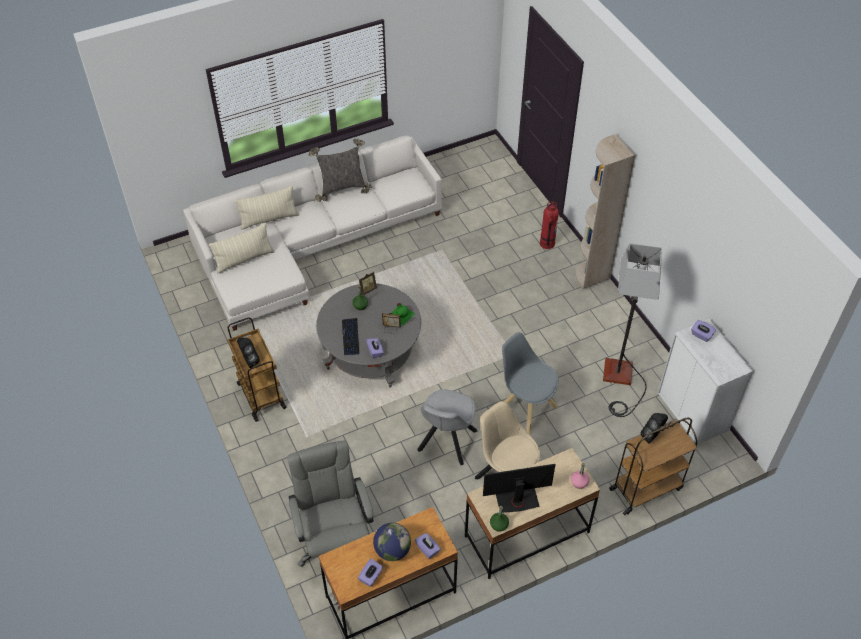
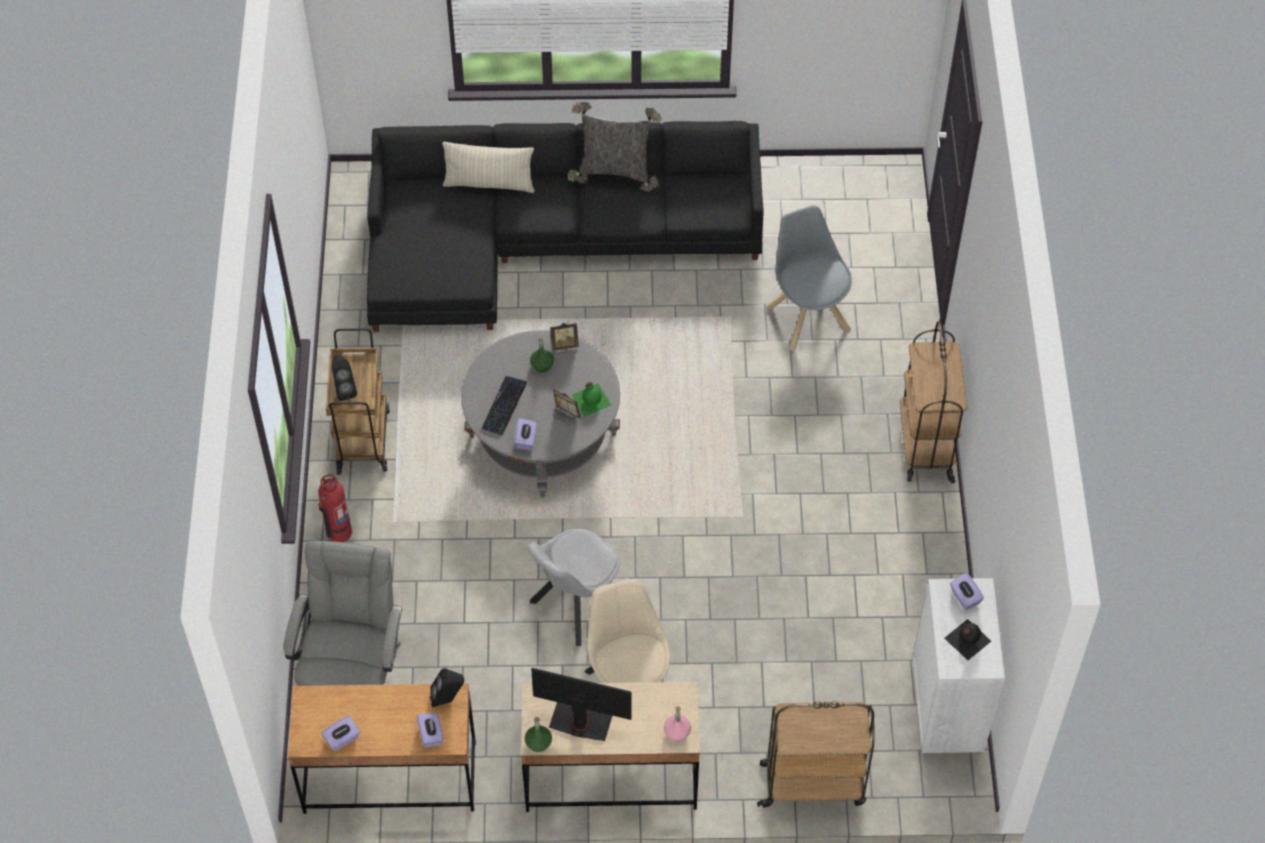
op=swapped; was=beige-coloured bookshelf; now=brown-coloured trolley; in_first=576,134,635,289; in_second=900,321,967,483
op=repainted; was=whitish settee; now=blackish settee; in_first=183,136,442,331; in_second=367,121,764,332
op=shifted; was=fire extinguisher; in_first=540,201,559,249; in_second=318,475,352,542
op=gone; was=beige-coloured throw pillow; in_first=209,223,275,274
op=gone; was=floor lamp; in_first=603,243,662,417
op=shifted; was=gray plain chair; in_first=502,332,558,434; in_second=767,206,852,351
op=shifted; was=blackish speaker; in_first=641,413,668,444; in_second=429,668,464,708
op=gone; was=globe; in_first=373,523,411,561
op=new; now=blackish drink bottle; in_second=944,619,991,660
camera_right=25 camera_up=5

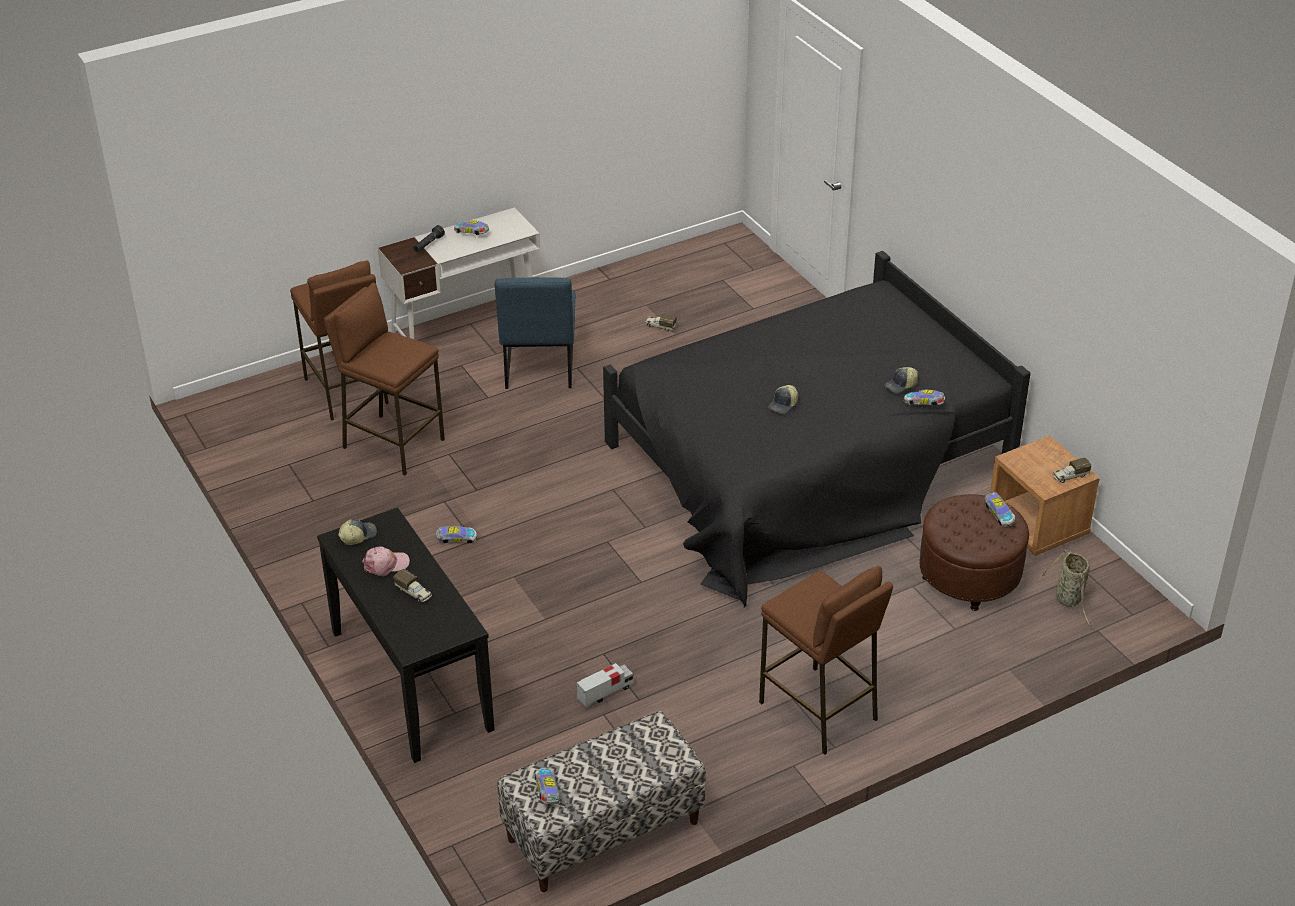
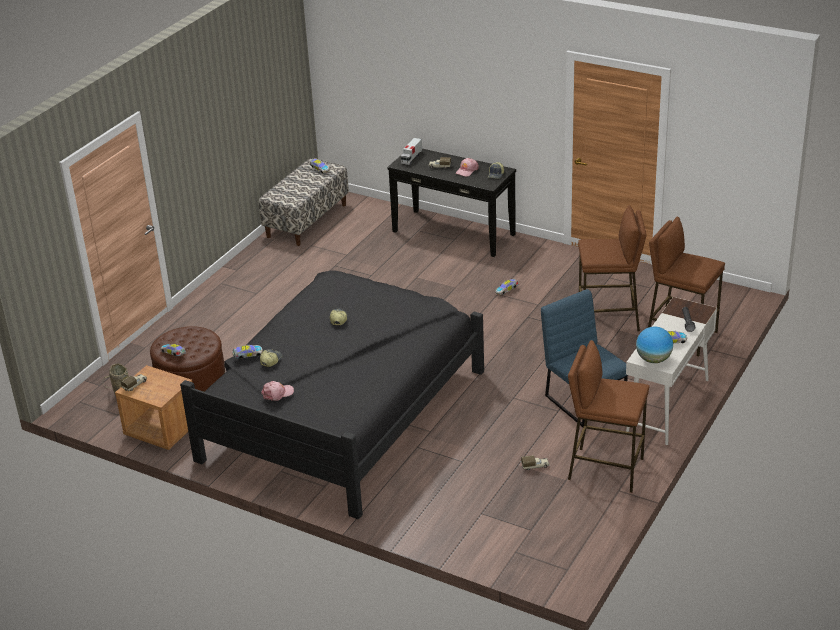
op=shifted; was=brown-coloured stool; in_first=759,566,893,755; in_second=568,340,649,493
op=shifted; was=toy lorry; in_first=577,663,633,708; in_second=401,138,422,165
op=new; now=globe; in_second=636,326,673,363
op=new; now=pinkish baseball cap; in_second=261,381,294,401
camera_right=150 camera_up=-5

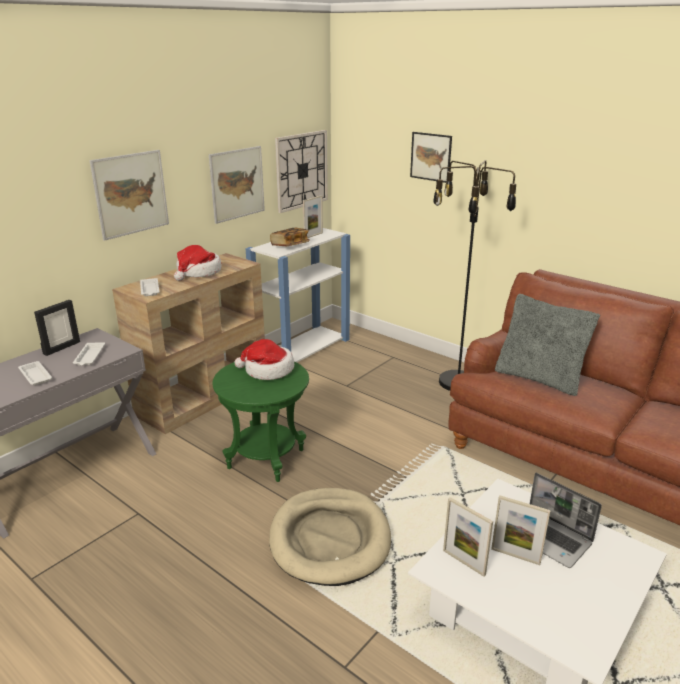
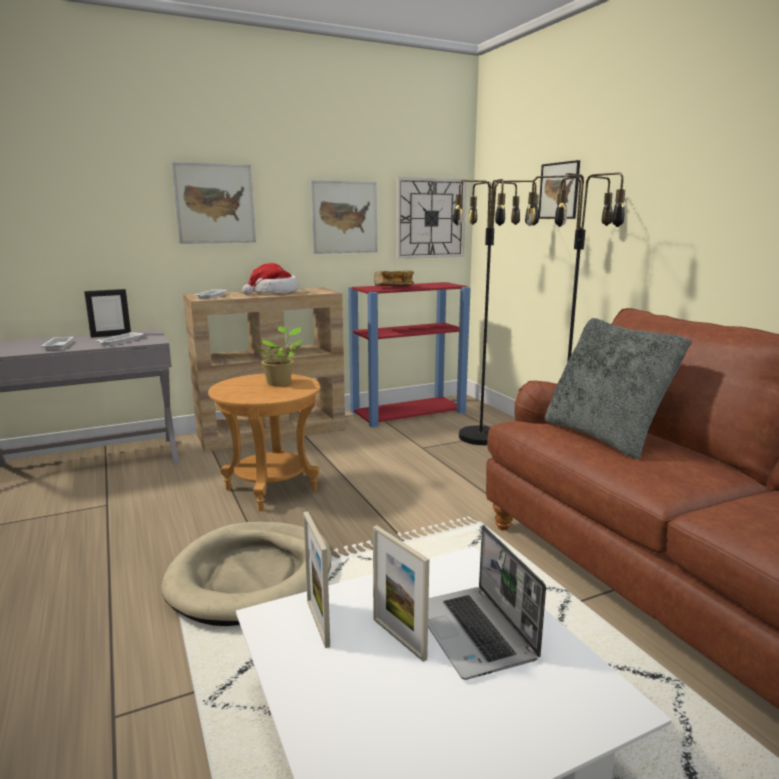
op=gone; was=photo frame; in_first=303,196,323,238
op=repainted; was=whitish bookshelf; now=red bookshelf; in_first=245,228,350,363; in_second=348,282,471,428
op=swapped; was=wearable hat; now=plant in a pot; in_first=234,339,294,380; in_second=257,326,303,386
op=repainted; was=green-coloured end table; now=brown-coloured end table; in_first=212,362,309,482; in_second=208,374,320,512
op=new; now=floor lamp; in_second=453,179,539,445
camera_right=25 camera_up=-10

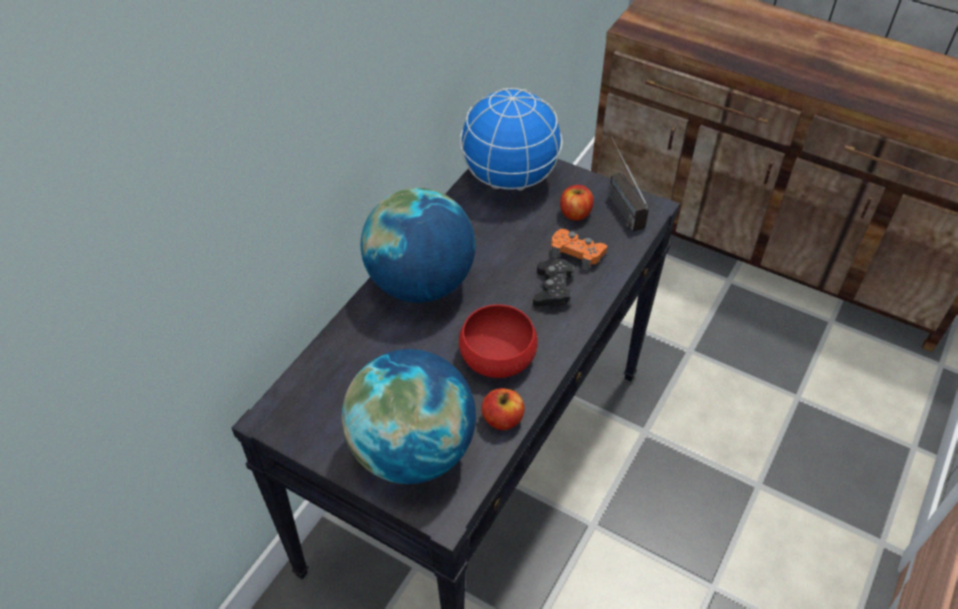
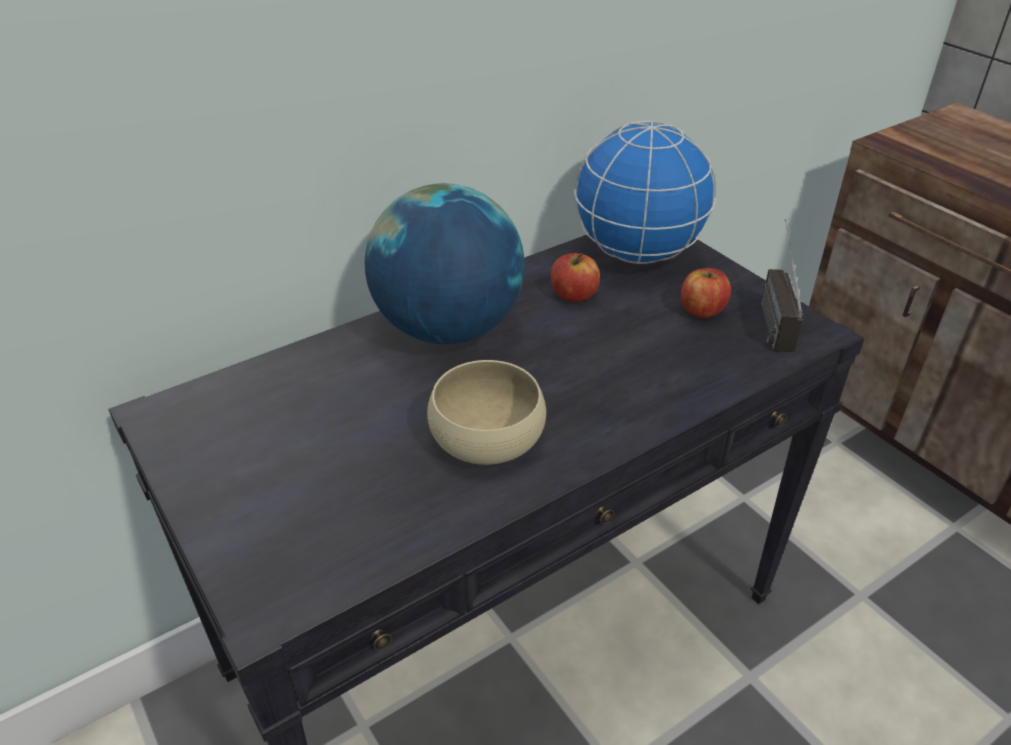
op=gone; was=orange game controller; in_first=551,229,607,271
op=gone; was=blackish game controller; in_first=533,259,574,307
op=repainted; was=red serving bowl; now=beige-coloured serving bowl; in_first=459,304,538,378; in_second=427,360,546,465
op=gone; was=globe; in_first=342,349,476,484
op=shifted; was=whole apple; in_first=482,388,525,430; in_second=551,253,600,302
camera_right=25 camera_up=-10

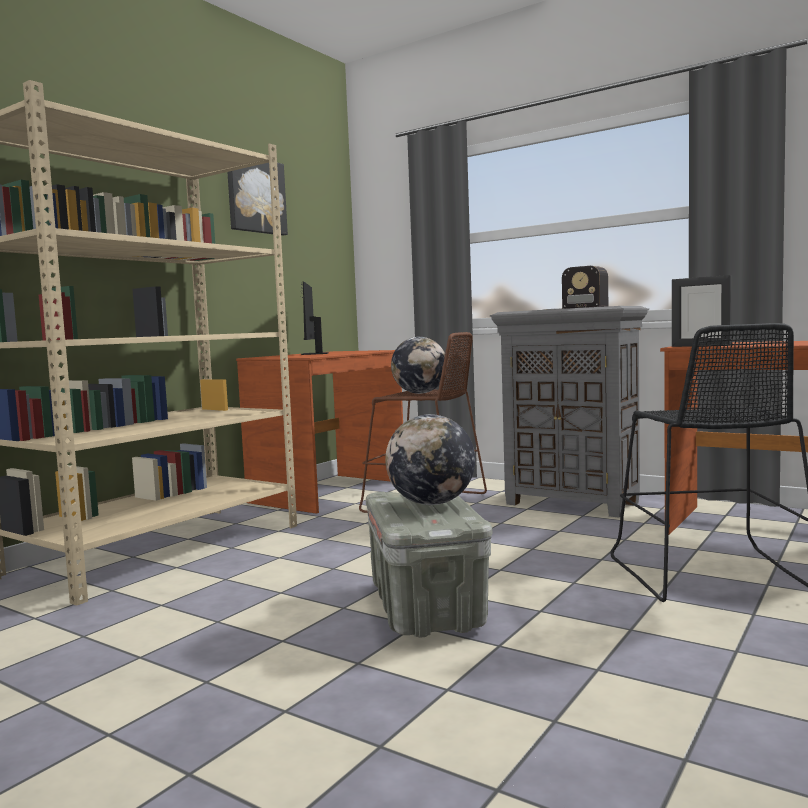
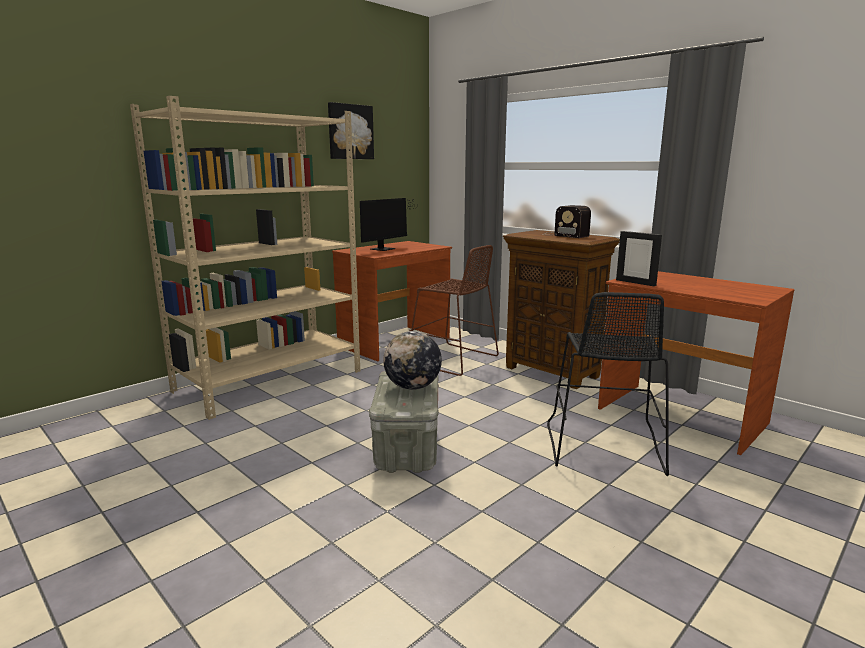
op=rotated; was=computer display; in_first=300,281,329,355; in_second=360,198,417,251; clockwise=-150
op=repainted; was=gray cupboard; now=brown-coloured cupboard; in_first=490,306,649,518; in_second=503,230,620,389
op=gone; was=globe; in_first=391,337,448,394
camera_right=10 camera_up=10

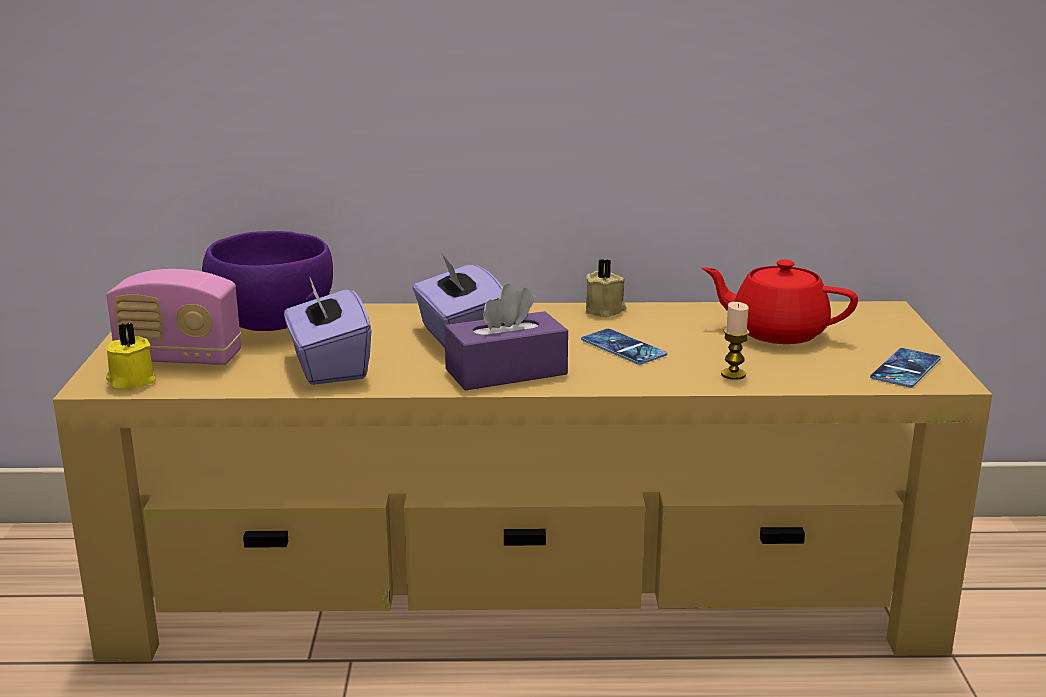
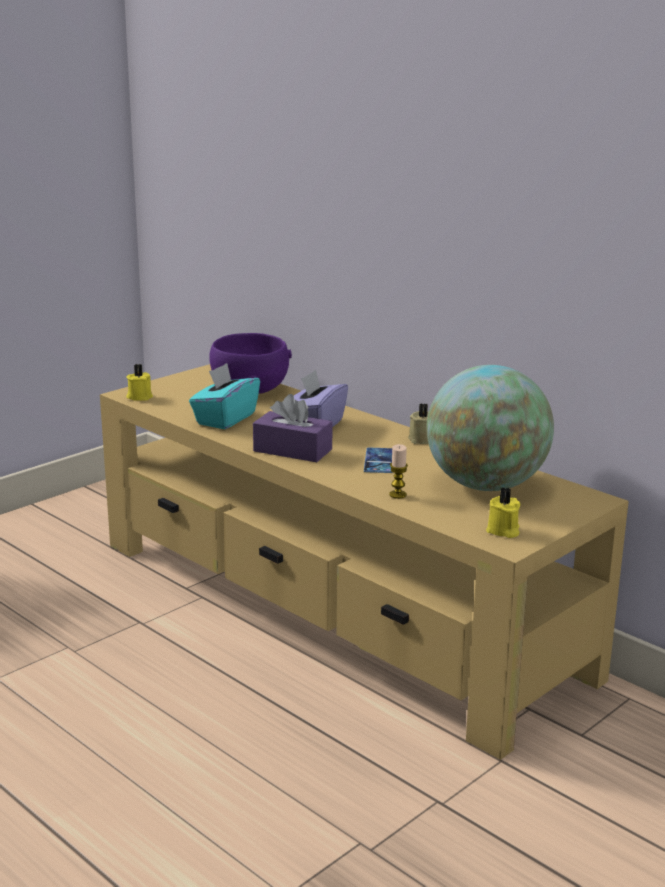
op=swapped; was=red teapot; now=globe; in_first=702,259,858,344; in_second=426,365,554,491
op=gone; was=radio set; in_first=107,269,241,365
op=repainted; was=purple-coloured tissue holder; now=turquoise tissue holder; in_first=284,278,372,385; in_second=189,363,260,429
op=swapped; was=telephone; now=yellowish wax light; in_first=870,348,941,387; in_second=486,487,520,538
camera_right=45 camera_up=0

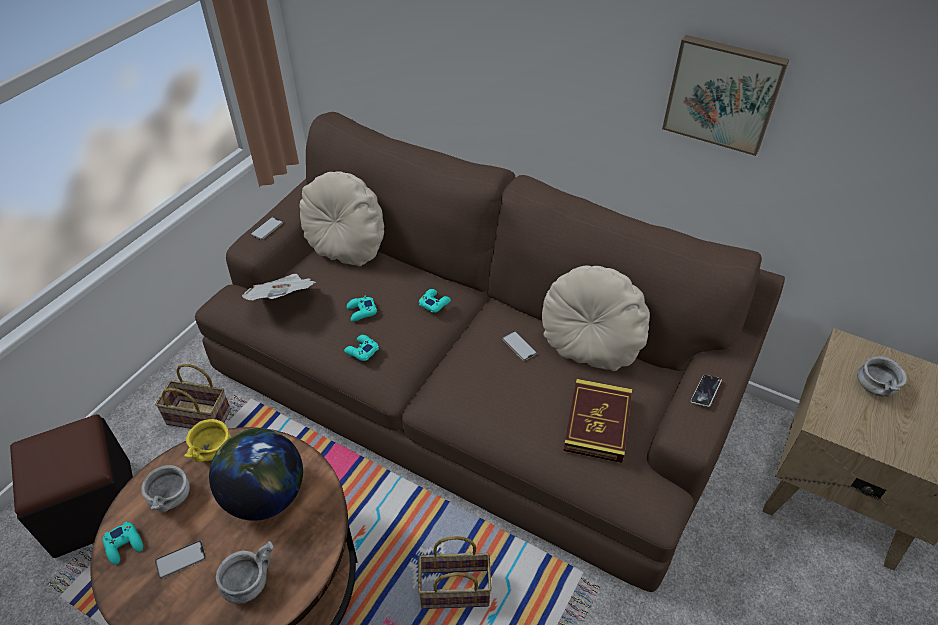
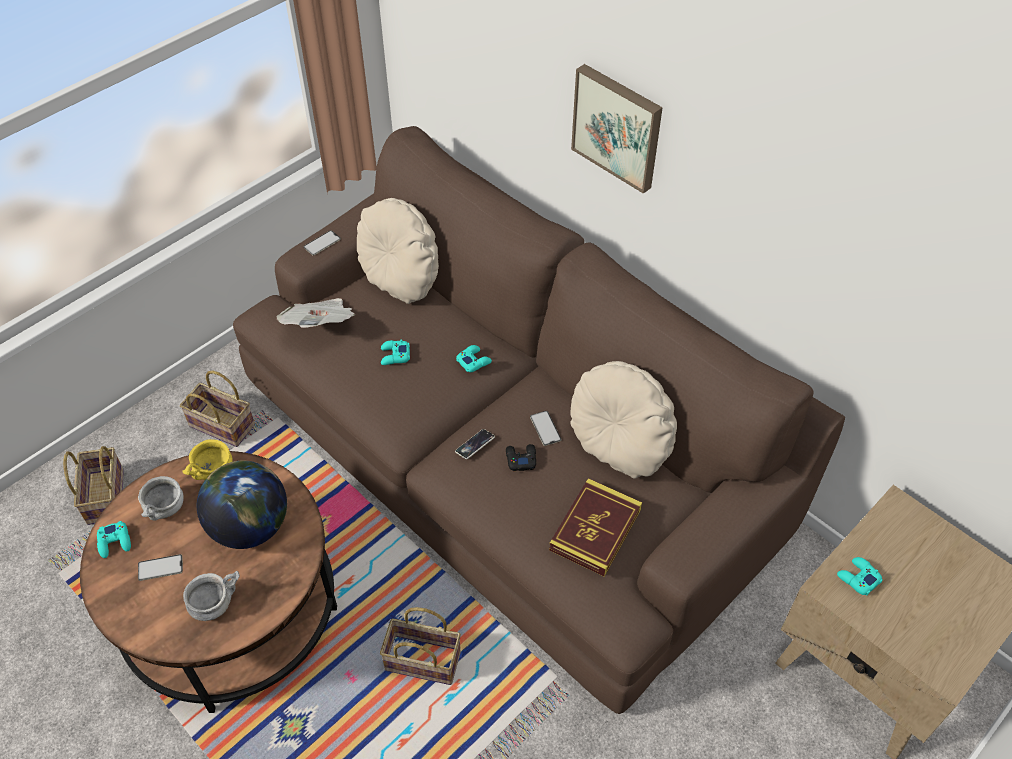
op=shifted; was=wall art; in_first=662,35,789,156; in_second=571,64,663,194
op=shifted; was=turquoise game controller; in_first=344,335,379,361; in_second=837,557,882,595
op=gone; was=gray serving bowl; in_first=857,356,907,397
op=shifted; was=telephone; in_first=691,375,722,407; in_second=455,429,495,459
op=swapped; was=blackish ottoman; now=household basket; in_first=10,414,133,558; in_second=63,446,124,525
op=new; now=blackish game controller; in_second=506,444,536,471
camera_right=15 camera_up=5

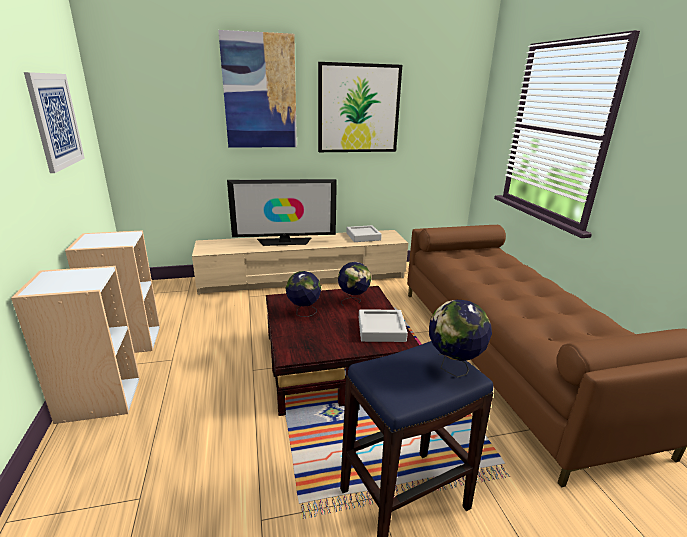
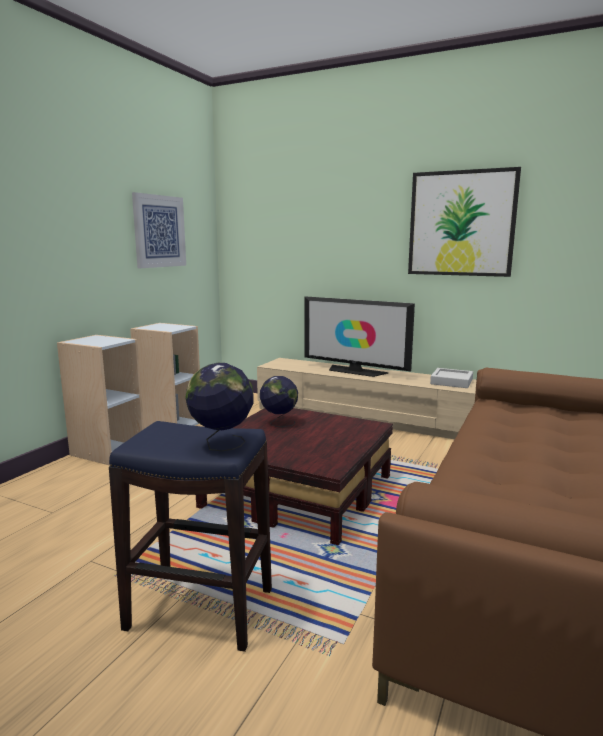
op=gone; was=wall art; in_first=218,30,297,148
op=gone; was=globe; in_first=338,262,371,306
op=gone; was=gray tray; in_first=359,309,408,342
camera_right=40 camera_up=-10

